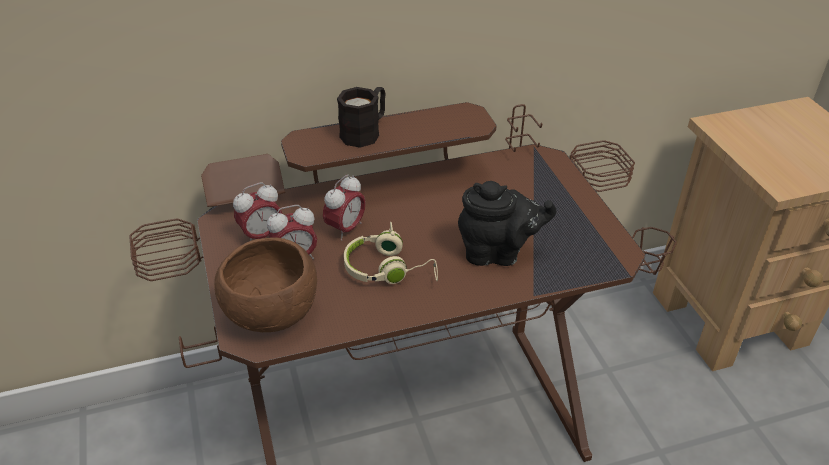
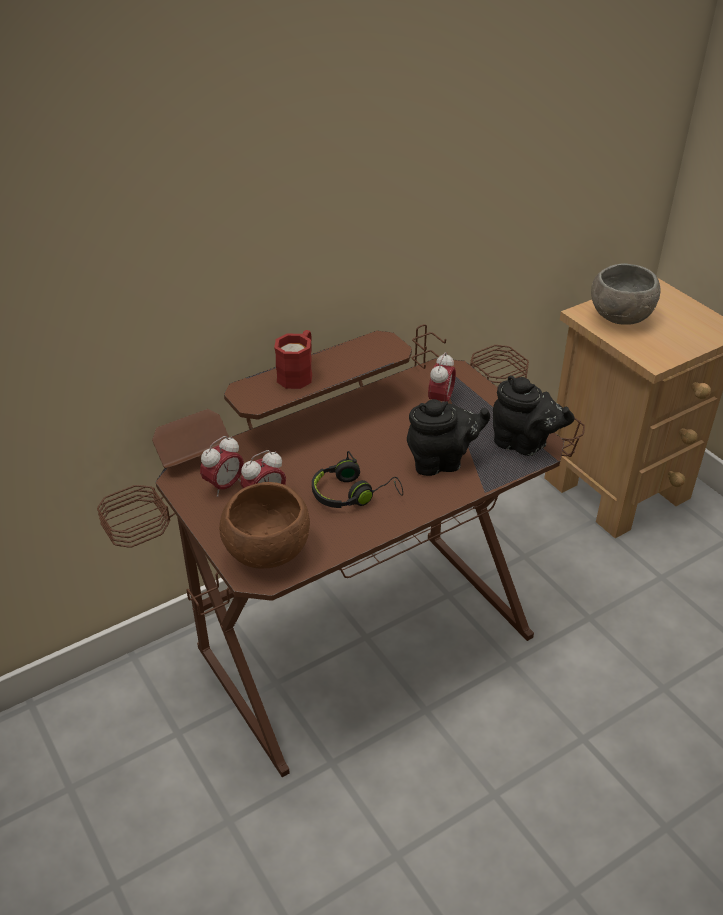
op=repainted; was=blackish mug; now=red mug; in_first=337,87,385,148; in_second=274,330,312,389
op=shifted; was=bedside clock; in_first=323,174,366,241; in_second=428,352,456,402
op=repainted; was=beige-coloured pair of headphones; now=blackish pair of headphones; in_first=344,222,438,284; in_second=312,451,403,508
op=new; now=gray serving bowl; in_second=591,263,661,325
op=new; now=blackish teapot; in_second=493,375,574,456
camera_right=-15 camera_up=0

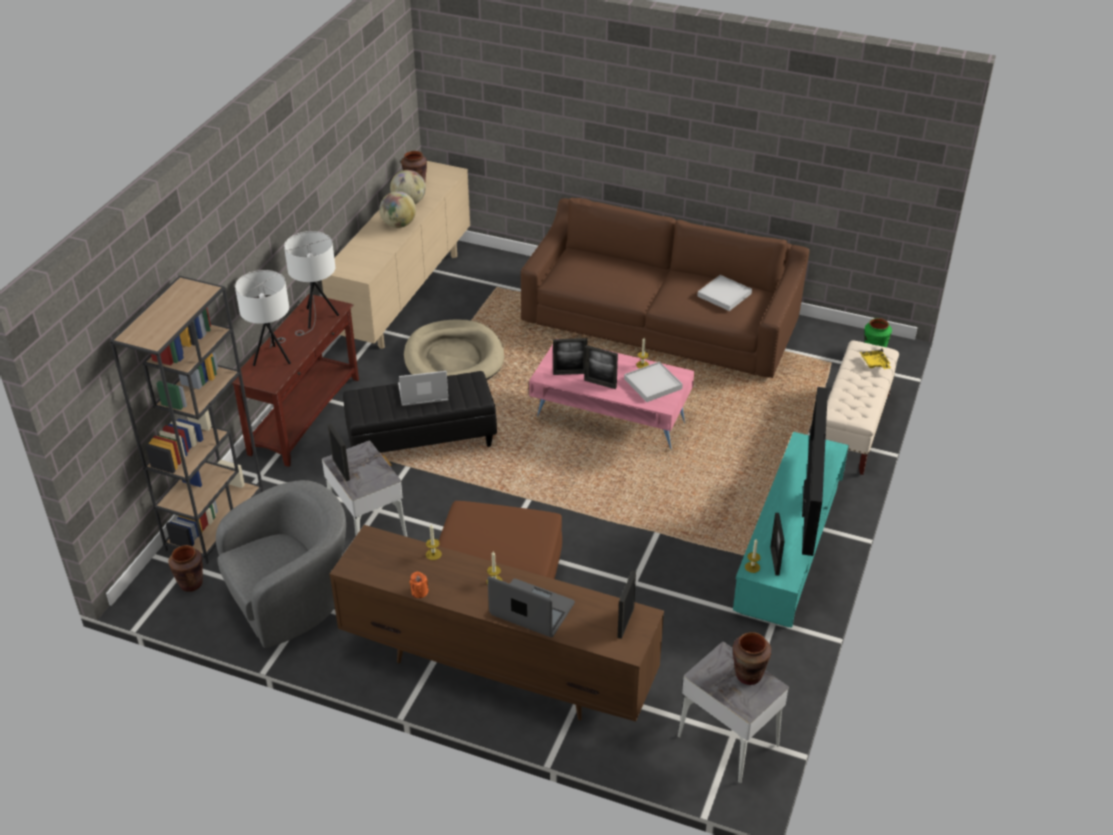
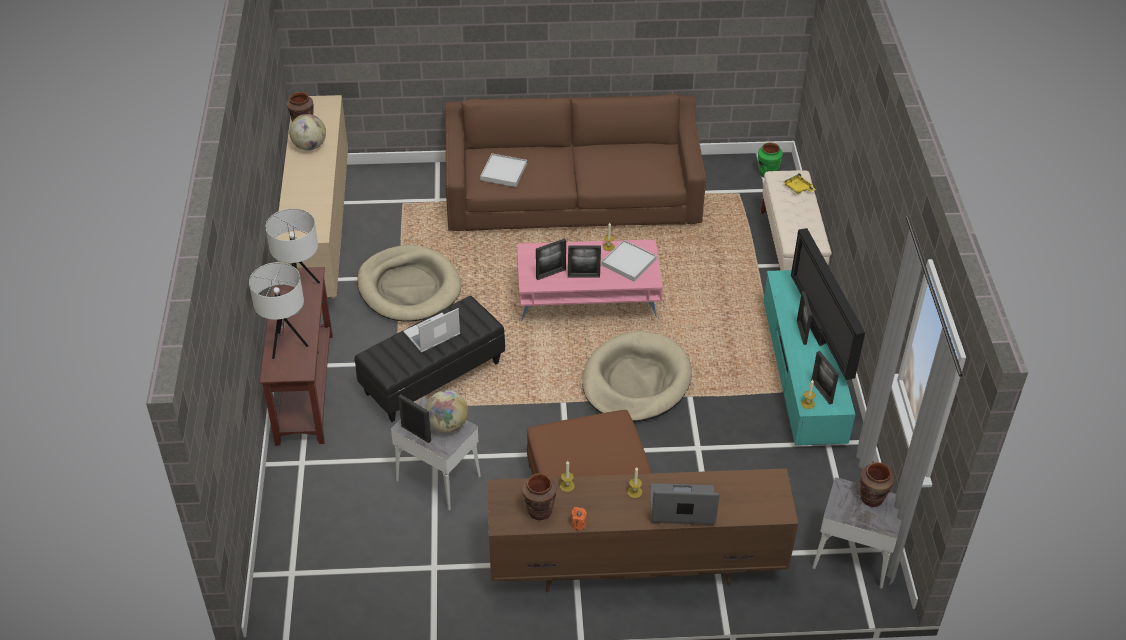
op=shifted; was=globe; in_first=379,191,416,228; in_second=425,390,468,433
op=shifted; was=whitish tray; in_first=697,275,752,311; in_second=480,153,527,187
op=gone; was=bookshelf; in_first=110,276,264,564
op=gone; was=gray armchair; in_first=216,480,346,648
op=shifted; was=brown-coloured decorative vase; in_first=168,545,203,592; in_second=523,473,557,520
op=shifted; was=photo frame; in_first=617,570,636,639; in_second=797,291,812,345
op=new; now=beige-coloured dog cushion; in_second=582,331,692,422
camera_right=-25 camera_up=5

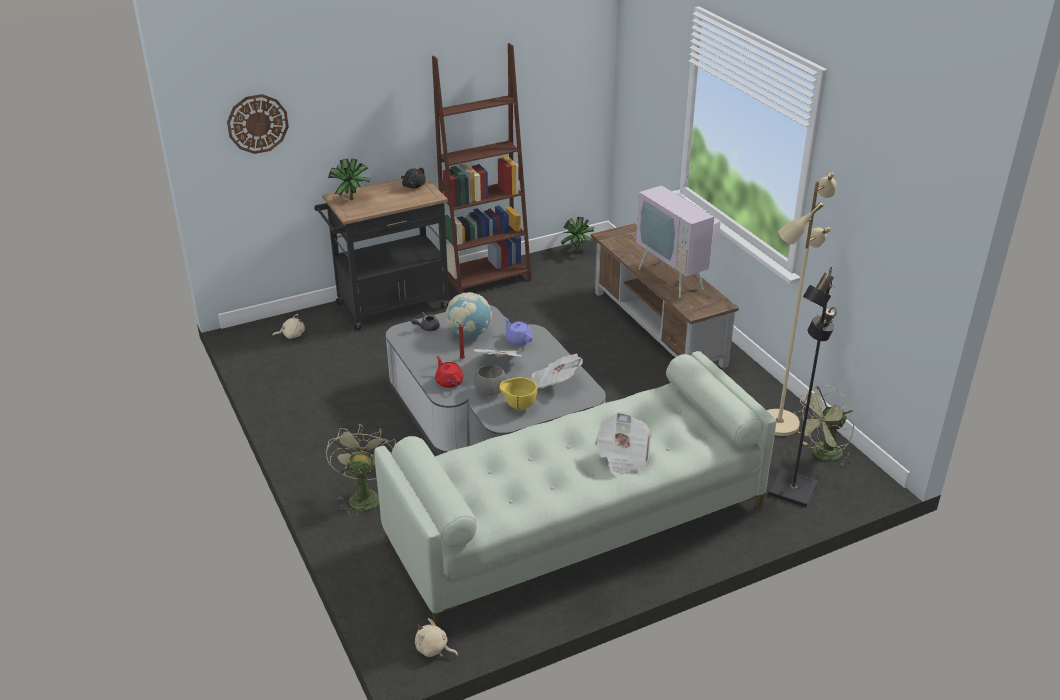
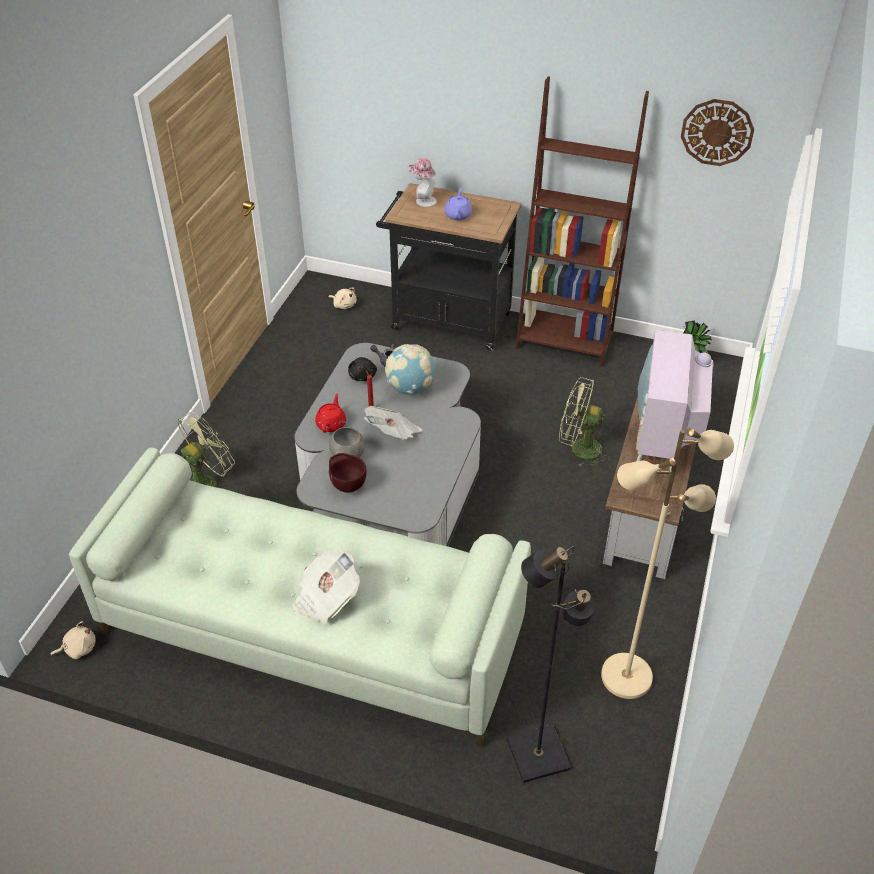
op=shifted; was=hanging clock; in_first=227,94,289,154; in_second=681,99,754,166
op=swapped; was=plant in a pot; now=wearable hat; in_first=328,159,370,200; in_second=408,158,437,207
op=shifted; was=blackish cuddly toy; in_first=401,168,426,188; in_second=348,357,377,381
op=shifted; was=purple-coloured teapot; in_first=504,317,532,345; in_second=444,188,472,220
op=gone; was=printed paper; in_first=531,354,583,388
op=repainted; was=yellowish serving bowl; now=brown-coloured serving bowl; in_first=500,377,537,410; in_second=329,453,366,493
op=shifted; was=green-coloured electric fan; in_first=794,385,854,468; in_second=559,377,610,467
op=rotated; was=beige-coloured cuddly toy; in_first=415,618,458,657; in_second=50,621,96,659; clockwise=90
camera_right=45 camera_up=10

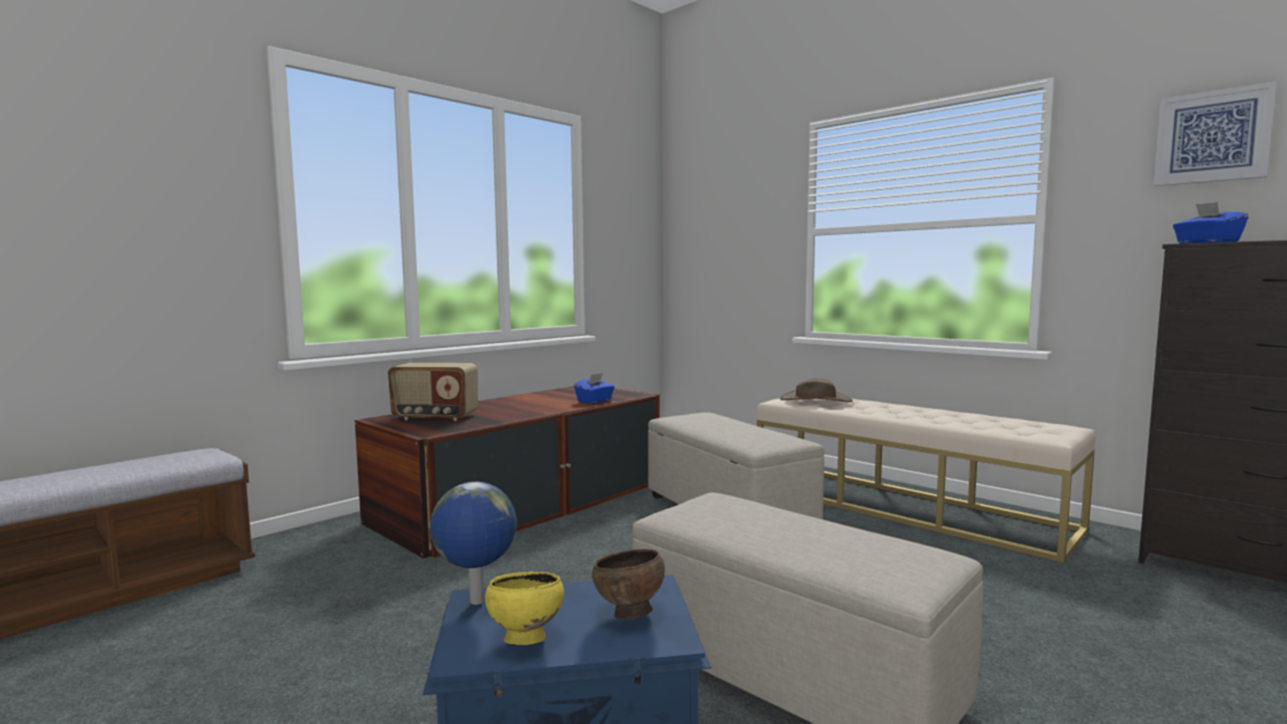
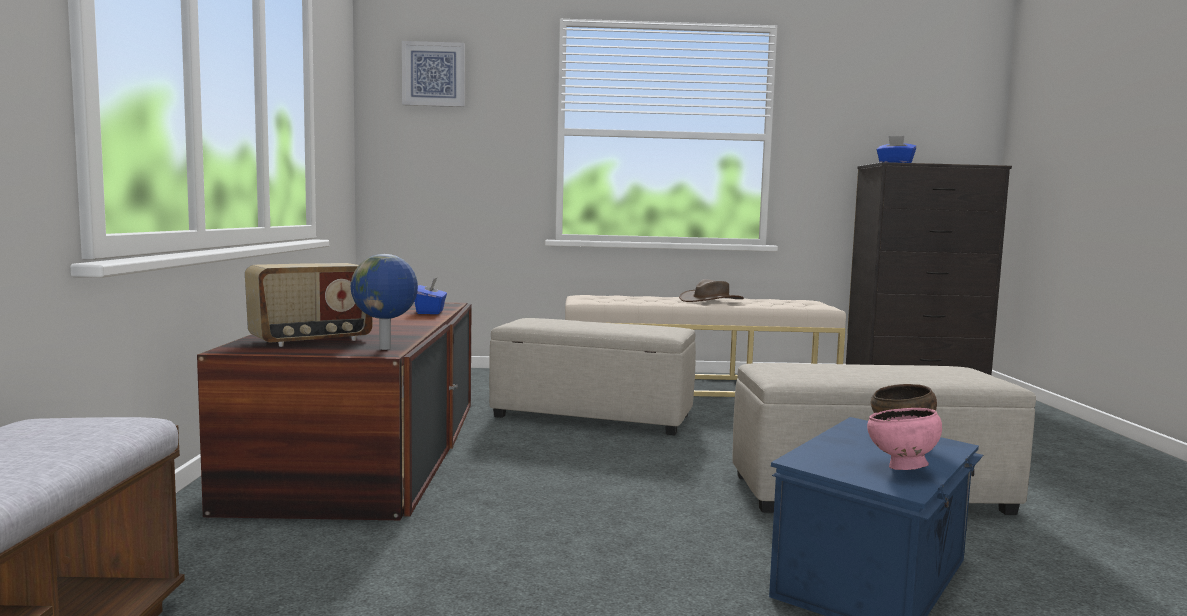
op=shifted; was=wall art; in_first=1153,81,1277,186; in_second=402,41,465,107
op=shifted; was=brown-coloured wearable hat; in_first=780,378,853,402; in_second=679,279,744,302
op=shifted; was=globe; in_first=430,482,517,605; in_second=351,254,418,350
op=repainted; was=yellowish serving bowl; now=pinkish serving bowl; in_first=485,571,564,645; in_second=867,408,942,470
camera_right=-45 camera_up=0

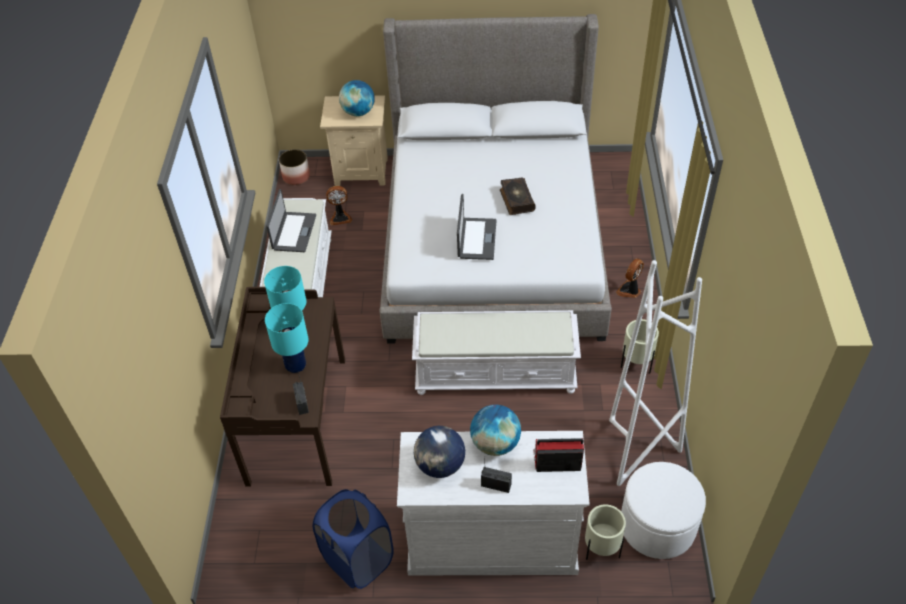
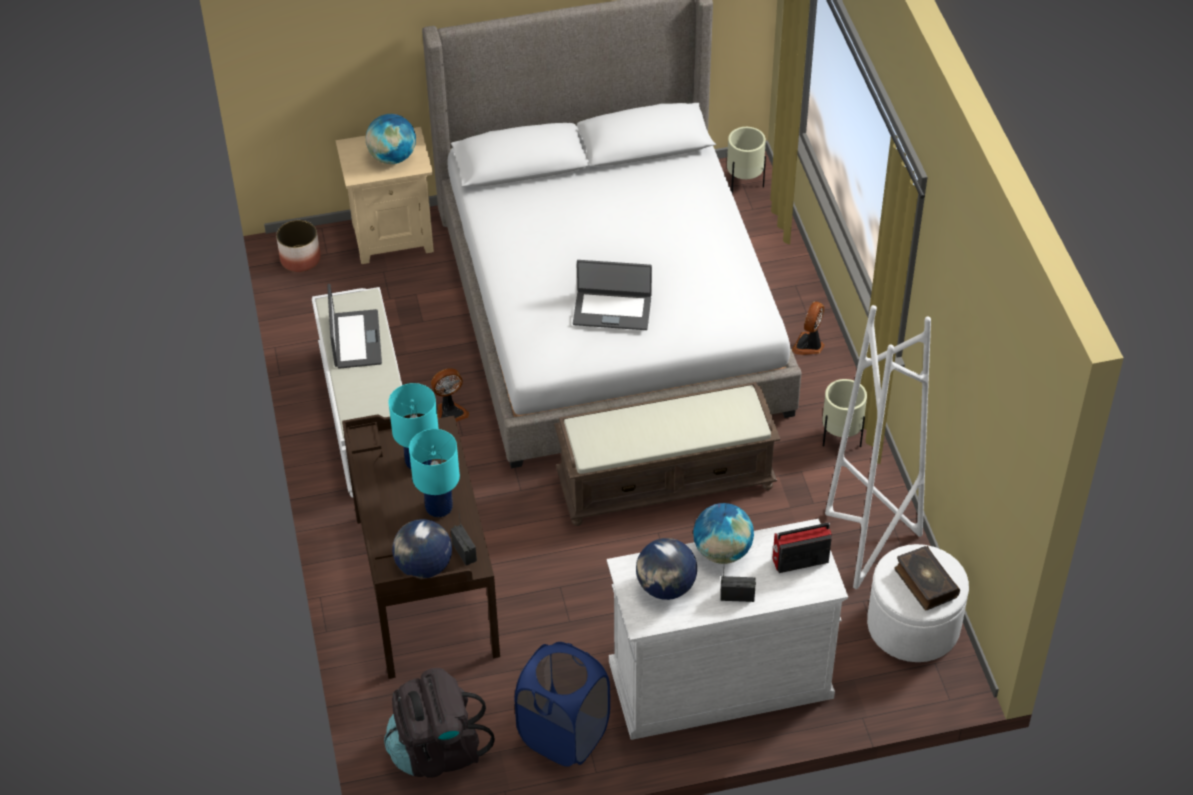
op=shifted; was=bound book; in_first=500,177,536,215; in_second=894,546,960,610
op=shifted; was=electric fan; in_first=326,186,352,225; in_second=431,368,469,422
op=rotated; was=notebook computer; in_first=457,194,497,260; in_second=573,260,652,330; clockwise=105
op=repainted; was=whitish long seat; now=brown-coloured long seat; in_first=412,310,581,395; in_second=554,382,781,526
op=shifted; was=beige-coloured plant pot; in_first=585,504,626,560; in_second=727,127,766,193
op=new; now=globe; in_second=392,519,452,578
op=new; now=blackish knapsack; in_second=384,668,495,778
camera_right=-15 camera_up=0

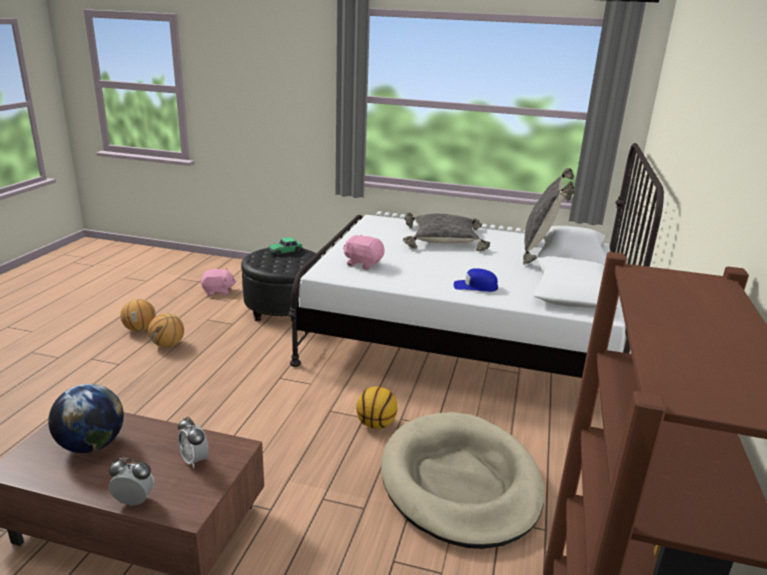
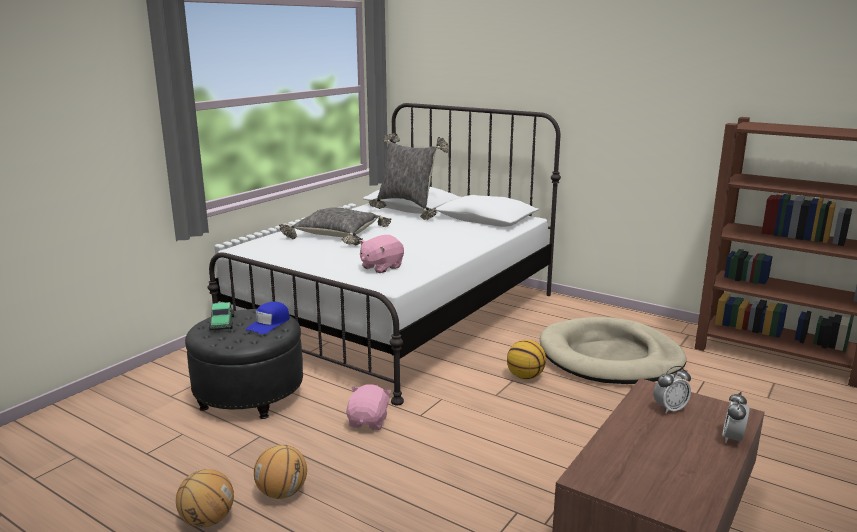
op=shifted; was=pinkish cuddly toy; in_first=201,268,237,296; in_second=346,384,391,430
op=shifted; was=bluish baseball cap; in_first=454,268,498,292; in_second=246,302,290,334
op=gone; was=globe; in_first=48,384,124,453
camera_right=-70 camera_up=-5

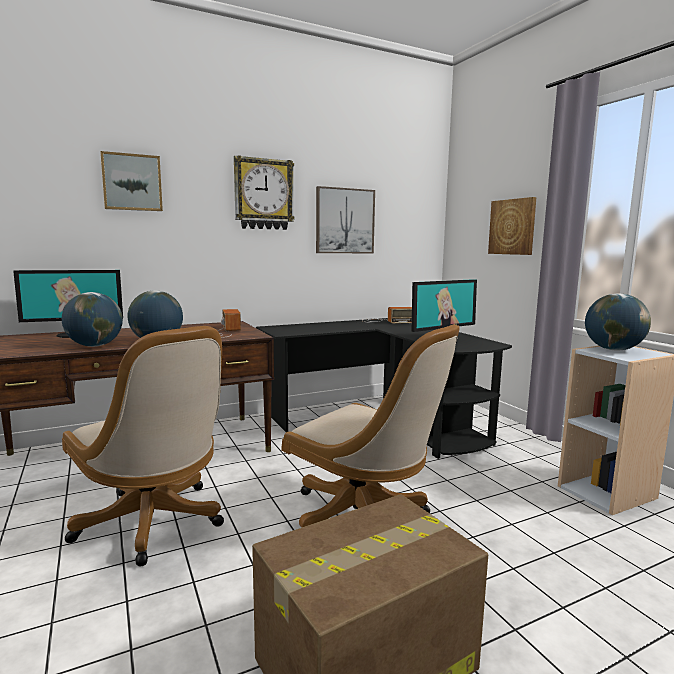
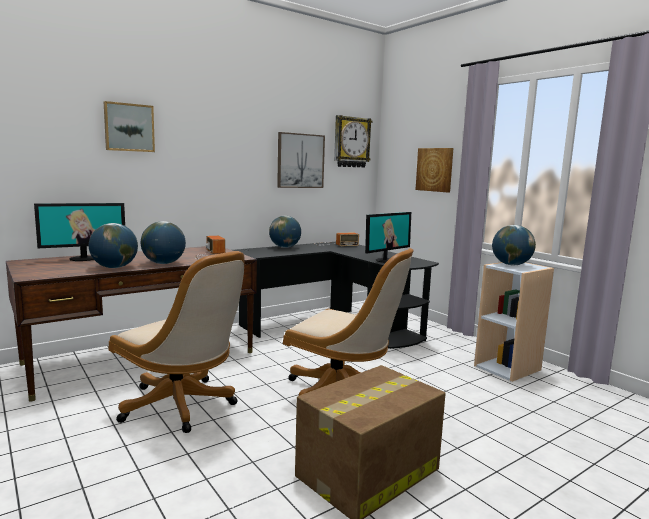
op=shifted; was=hanging clock; in_first=234,155,294,230; in_second=334,115,372,168
op=new; now=globe; in_second=269,216,301,248
camera_right=-10 camera_up=0

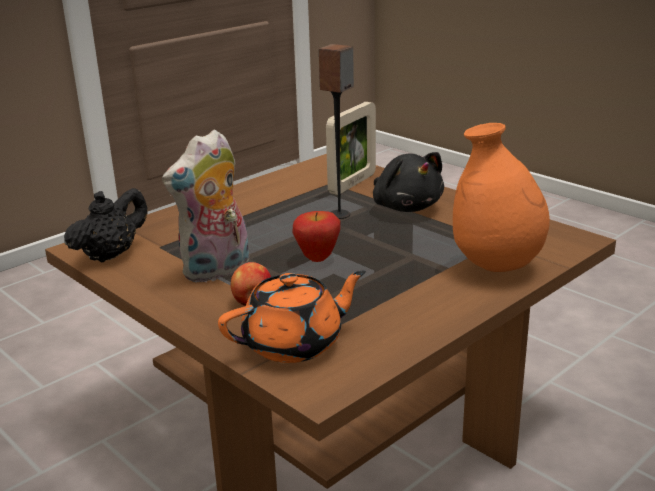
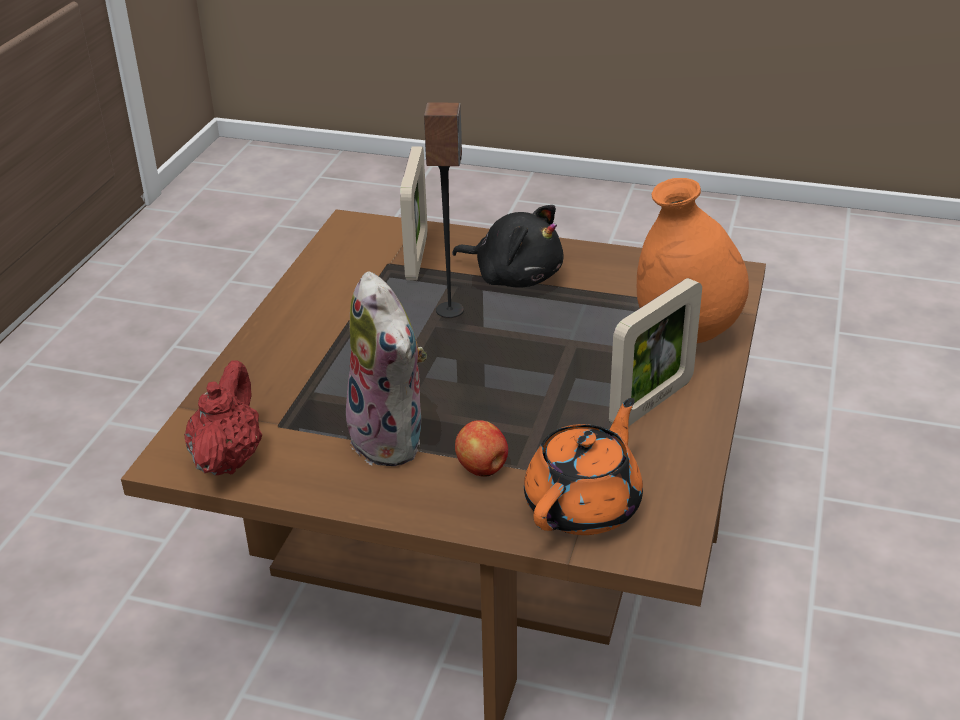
op=rotated; was=cuddly toy; in_first=162,129,249,283; in_second=346,272,427,466; clockwise=-45
op=repainted; was=blackish teapot; now=red teapot; in_first=64,188,148,262; in_second=184,360,262,475
op=gone; was=whole apple; in_first=292,211,340,262
op=new; now=photo frame; in_second=609,278,702,427
camera_right=-30 camera_up=10

